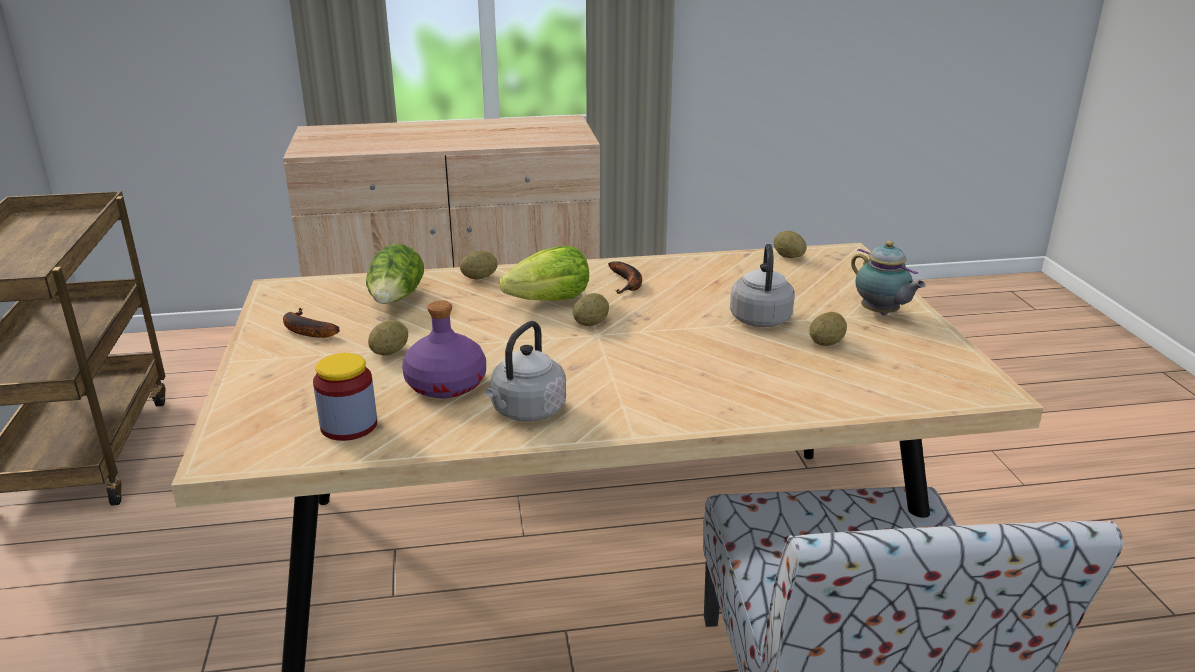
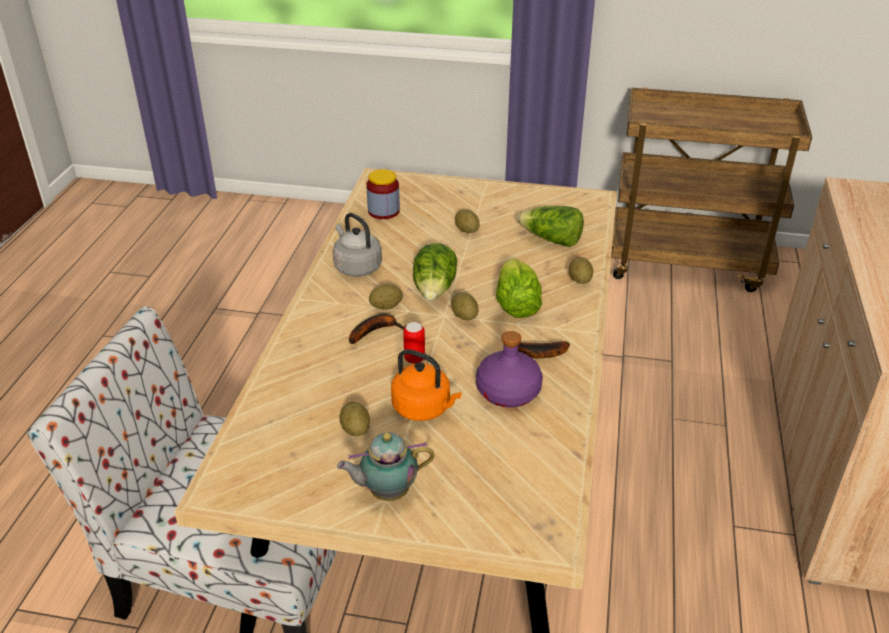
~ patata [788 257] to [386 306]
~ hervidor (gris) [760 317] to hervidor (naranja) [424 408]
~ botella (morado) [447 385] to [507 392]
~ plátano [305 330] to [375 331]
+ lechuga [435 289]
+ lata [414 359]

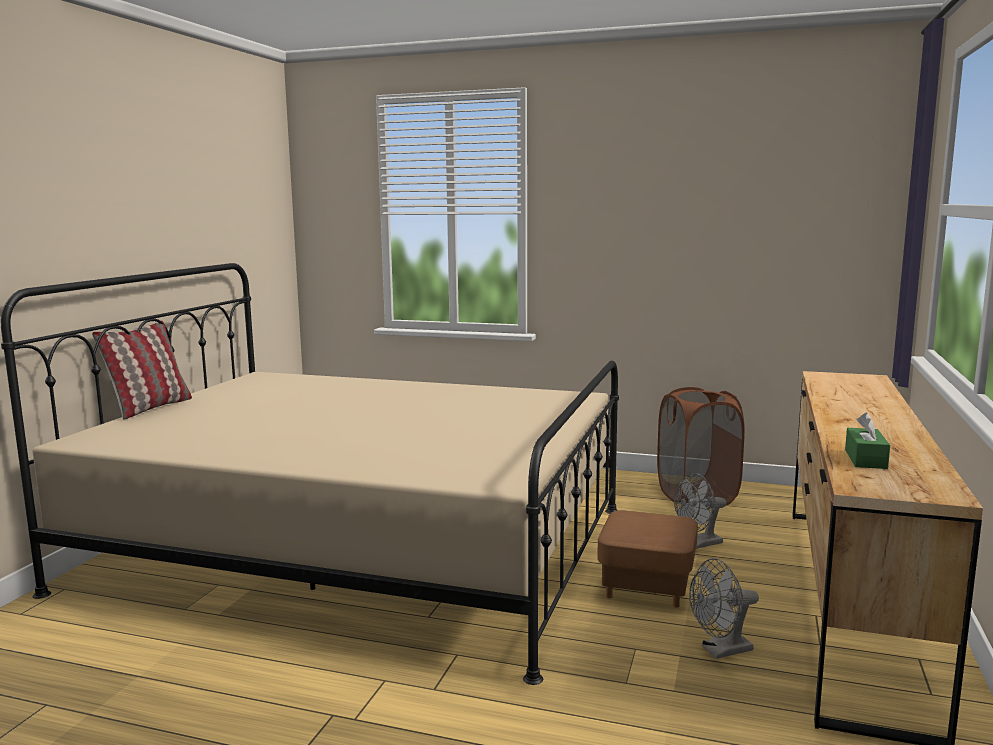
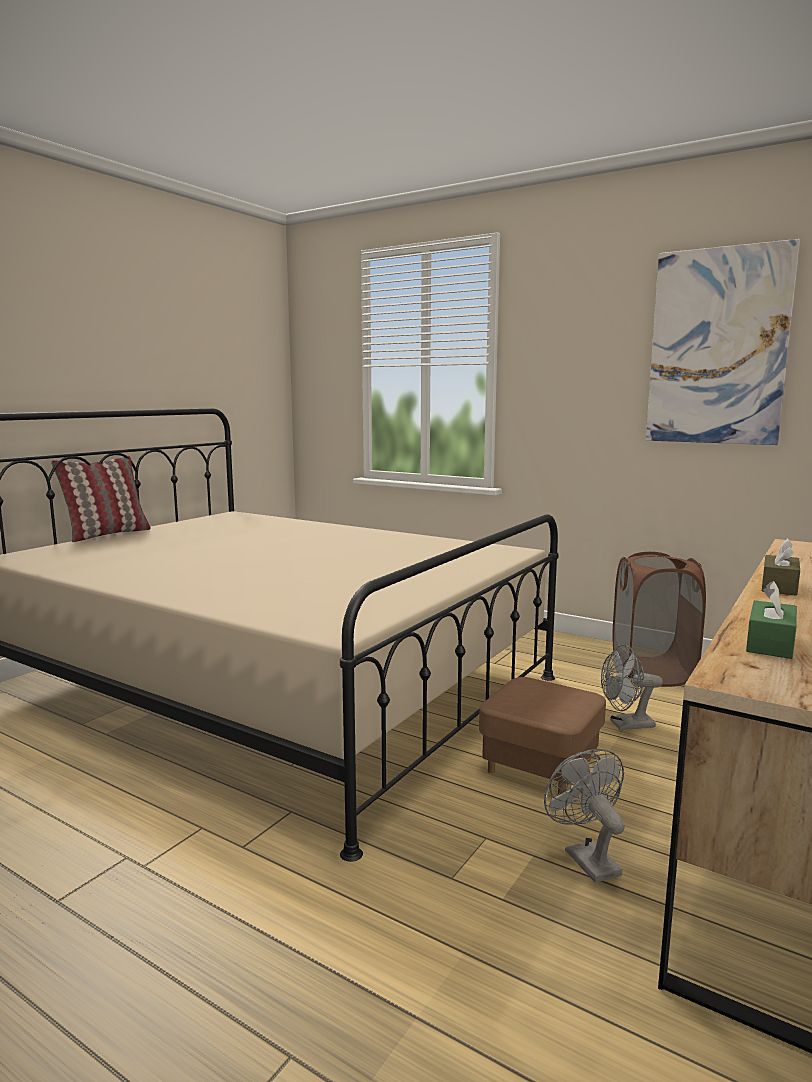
~ ventilador (gris) [720 651] = [586 858] 75 degrees clockwise
+ cuadro [717 347]
+ caja de pañuelos (marrón) [779 586]

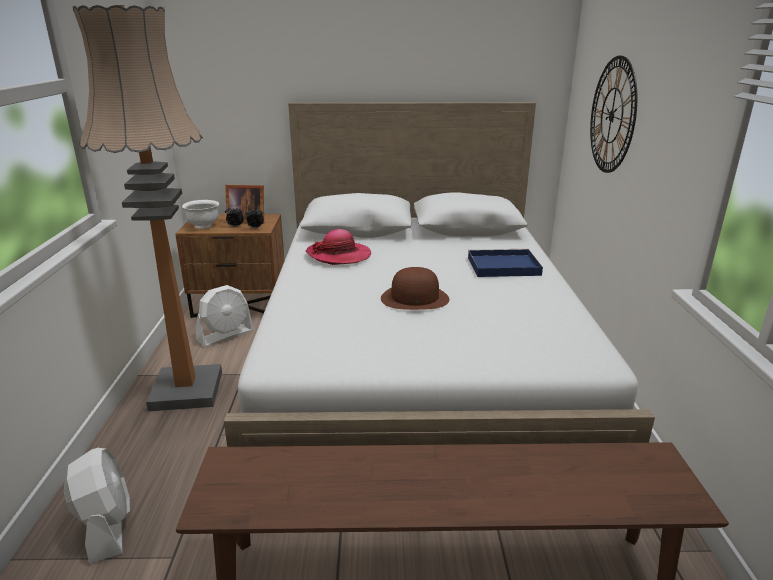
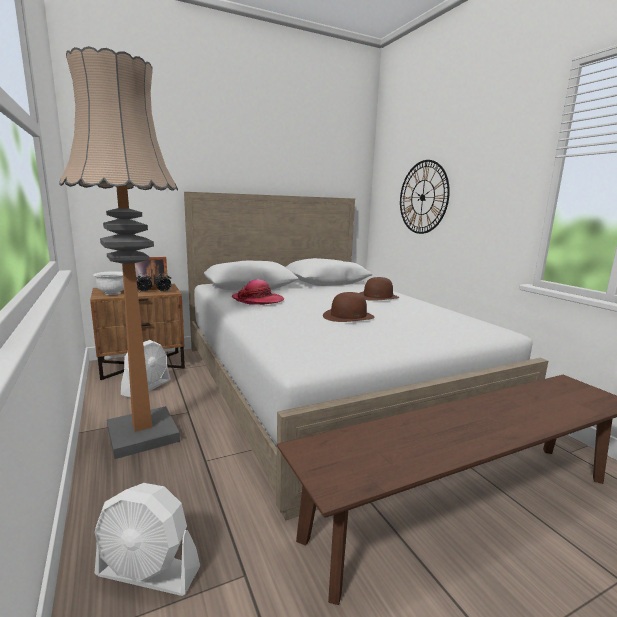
~ bandeja (azul) [502 266] to sombrero (marrón) [378 297]
~ ventilador (blanco) [106 526] = [148 572] 150 degrees clockwise

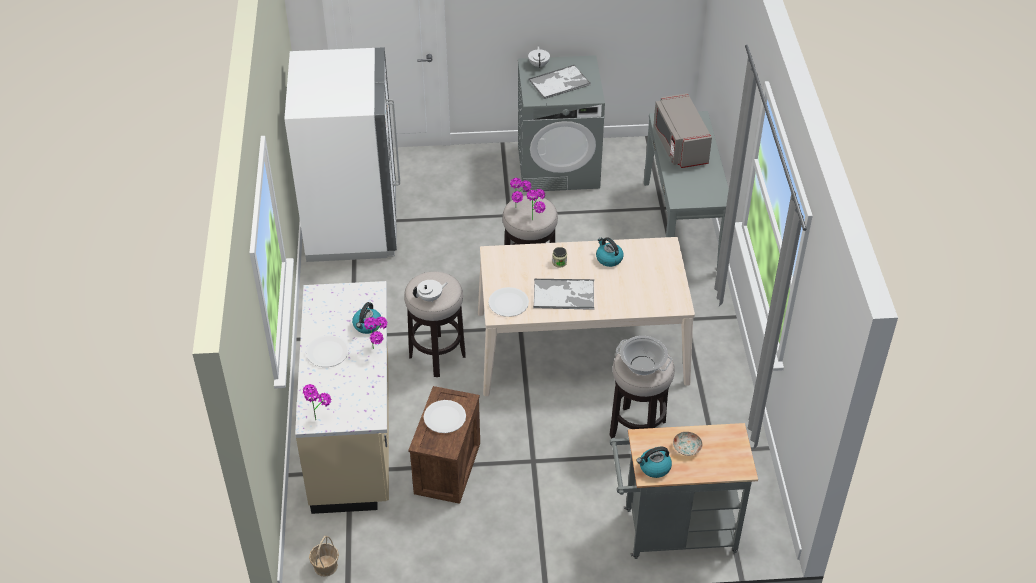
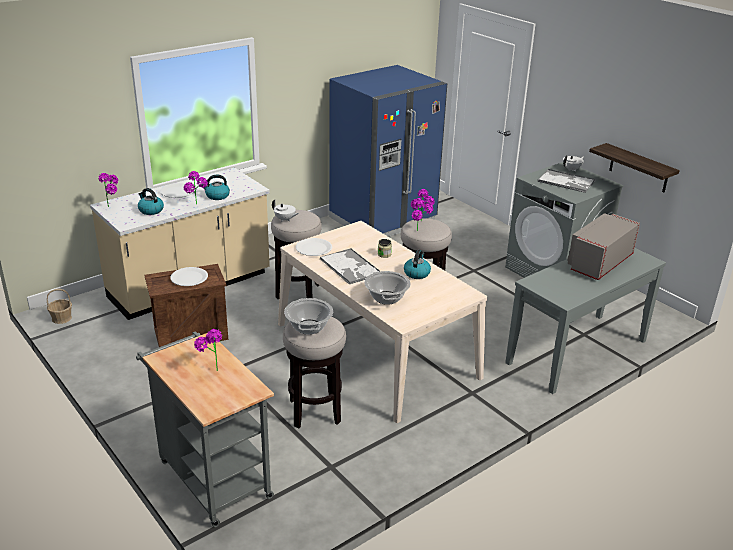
~ nevera (blanco) [352 224] to nevera (azul) [383 219]
~ plato [687 448] to planta en maceta [211 369]
~ hervidor [654 467] to [150 210]
+ estante [639 168]
+ olla [386 298]

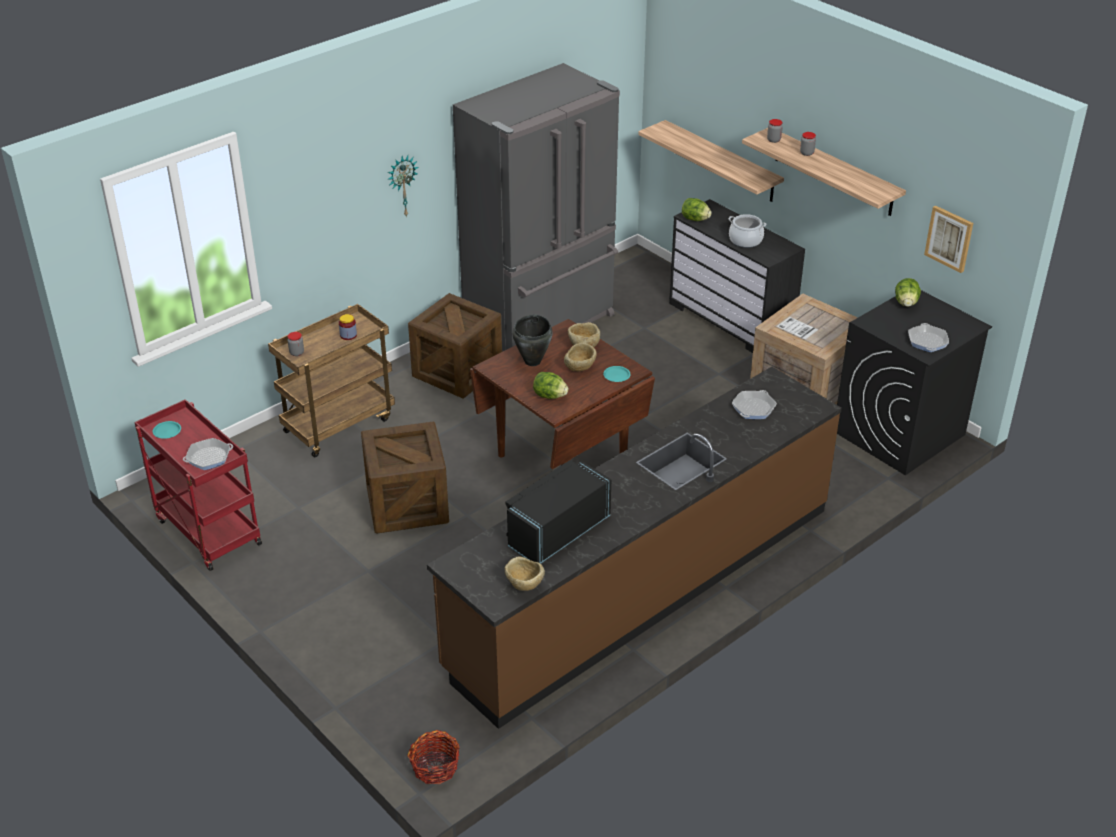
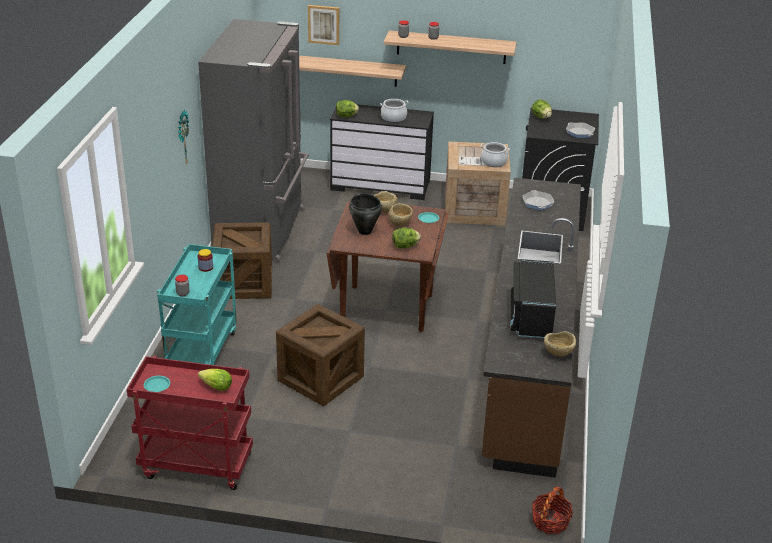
~ cuadro [949 238] to [324 24]
~ carrito (marrón) [339 424] to carrito (turquesa) [201 351]
~ sartén [209 457] to lechuga [216 387]
+ olla [494 162]

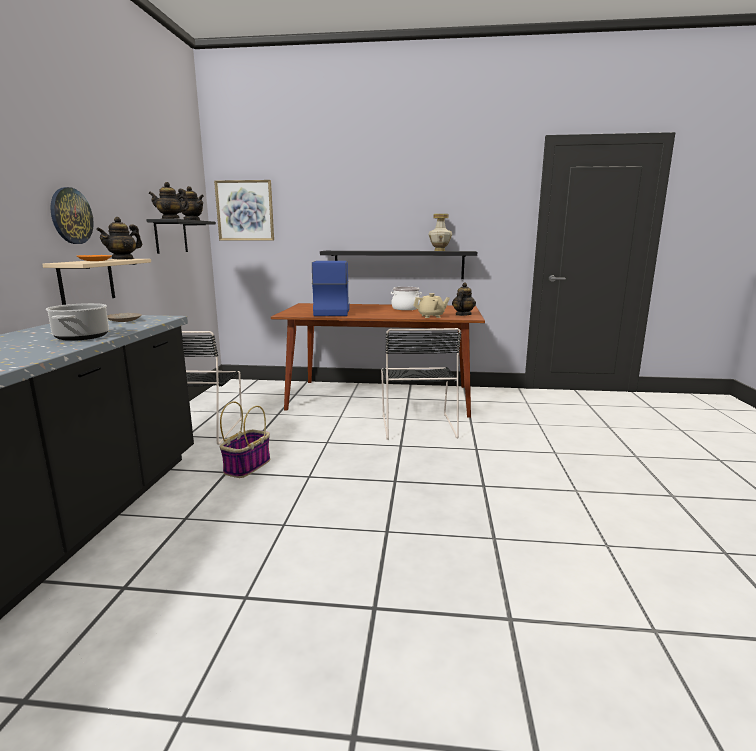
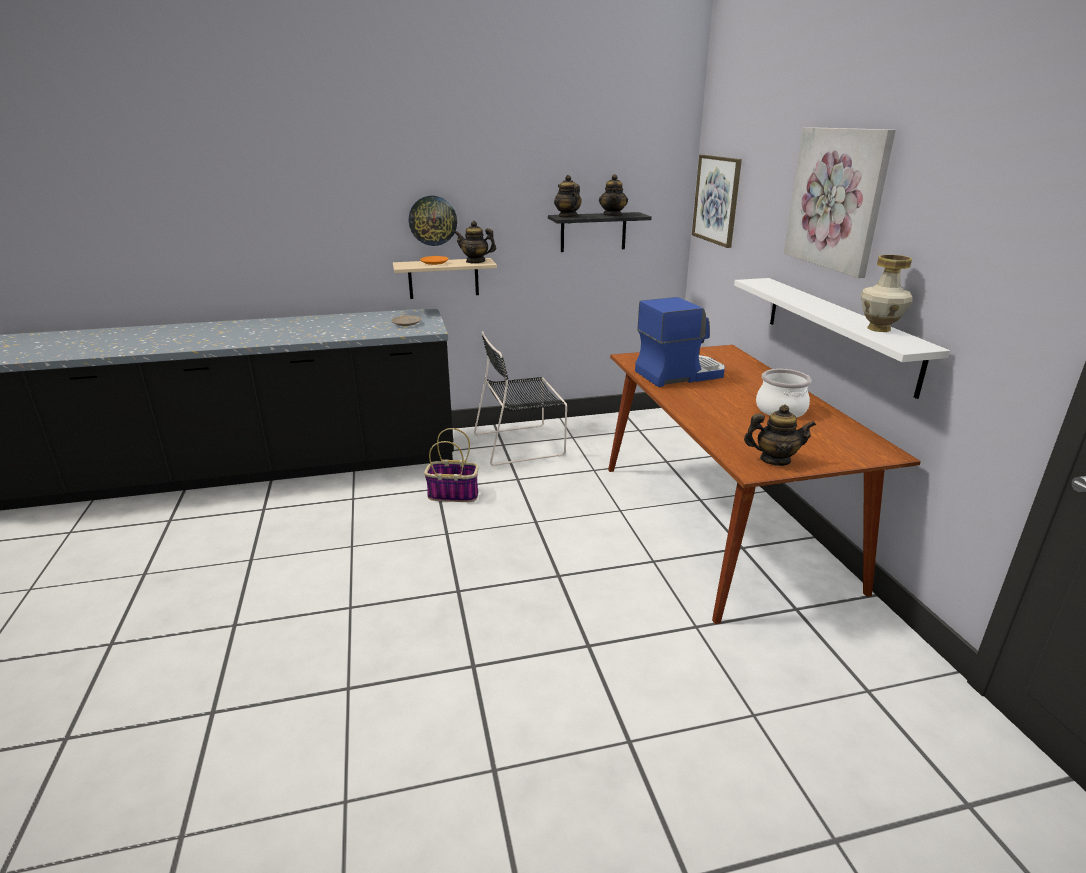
~ estante (negro) [398 264] to estante (blanco) [838 331]
- tetera (beis) [431 316]
- olla [82 337]
- silla (negro) [417 425]
+ cuadro [837 199]

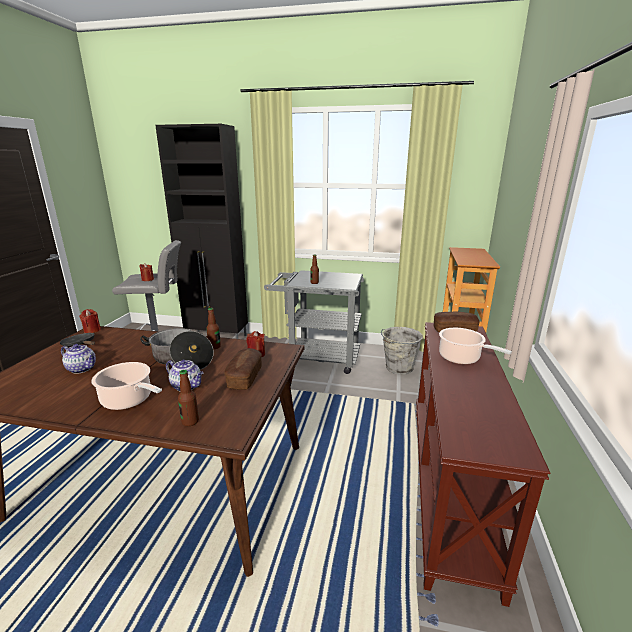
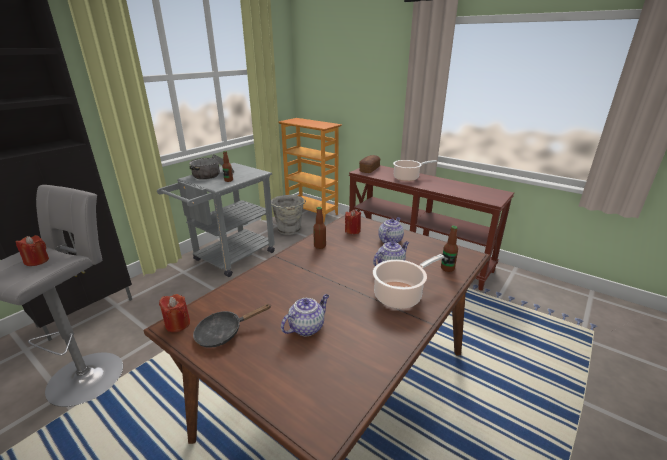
~ olla [181 359] to [213 175]
~ pan [245 377] to tetera [390 240]

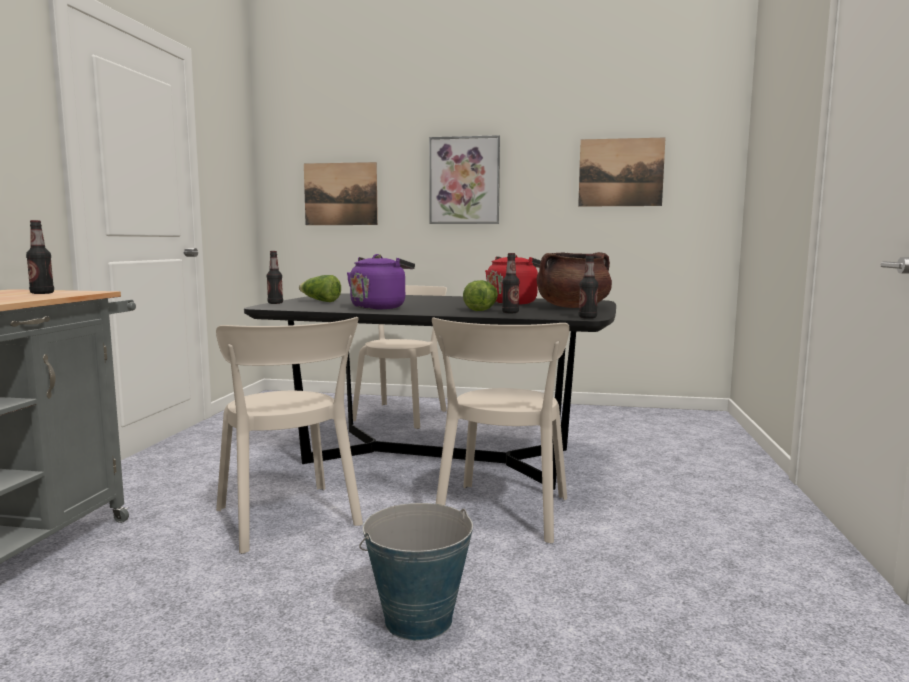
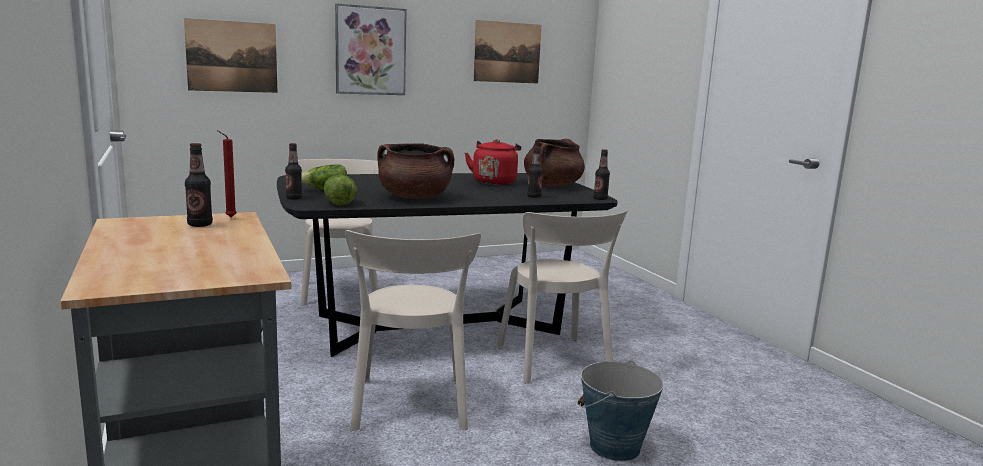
~ hervidor (morado) [380 307] to olla (marrón) [414 197]
~ lechuga [481 309] to [339 202]
~ silla (beis) [289 520] = [410 407] 60 degrees clockwise
+ vela (rojo) [229 217]

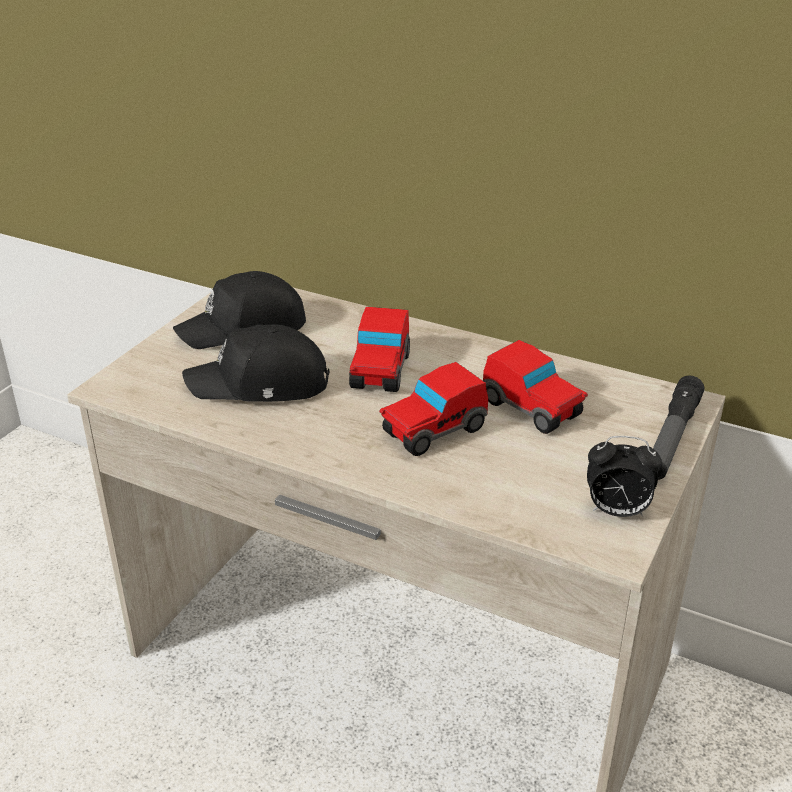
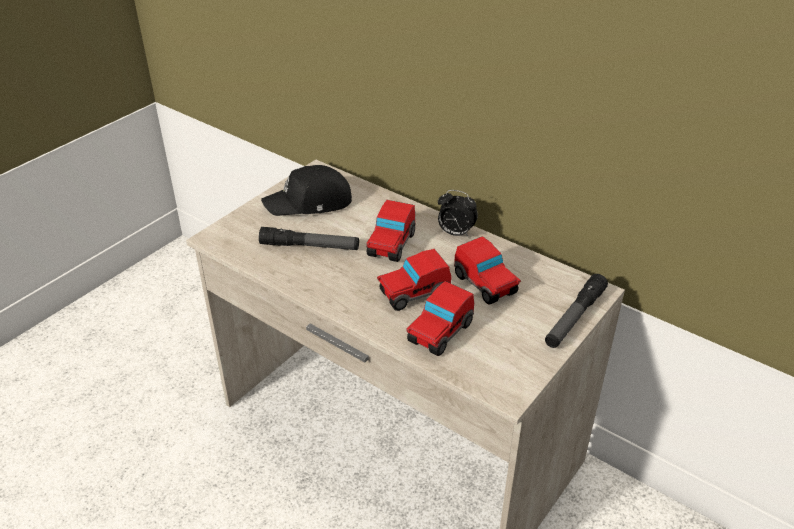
~ gorra (negro) [260 384] to linterna [310 246]
~ despertador [616 511] to [455 233]
+ coche de juguete [440 333]

